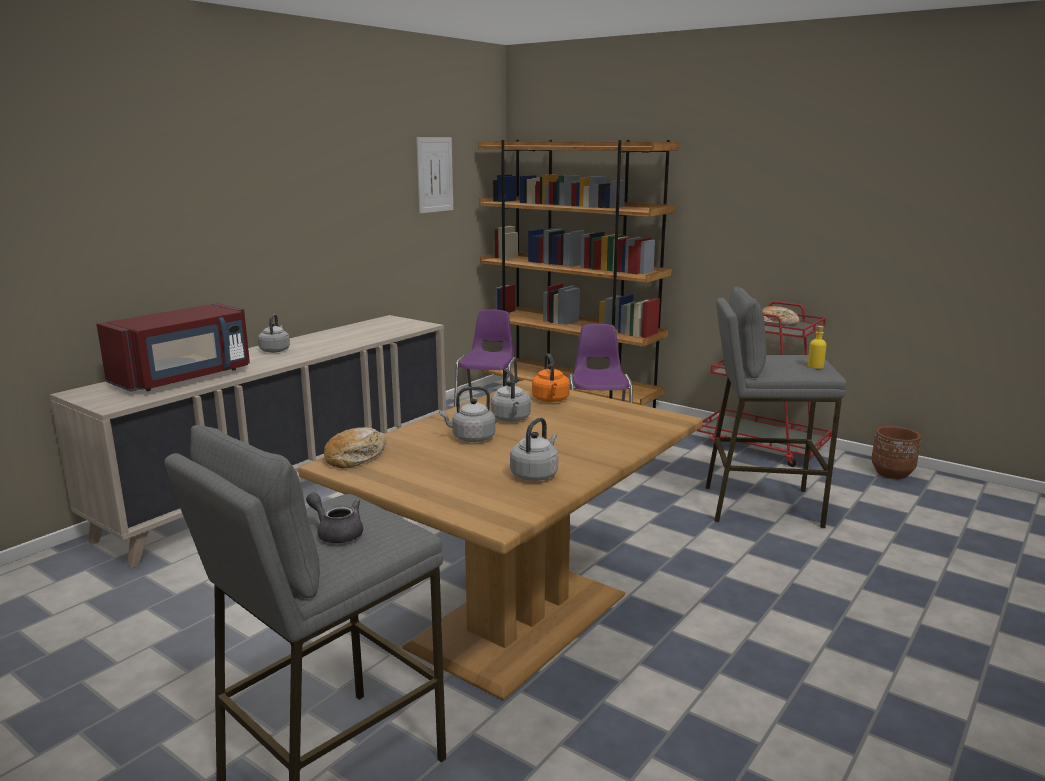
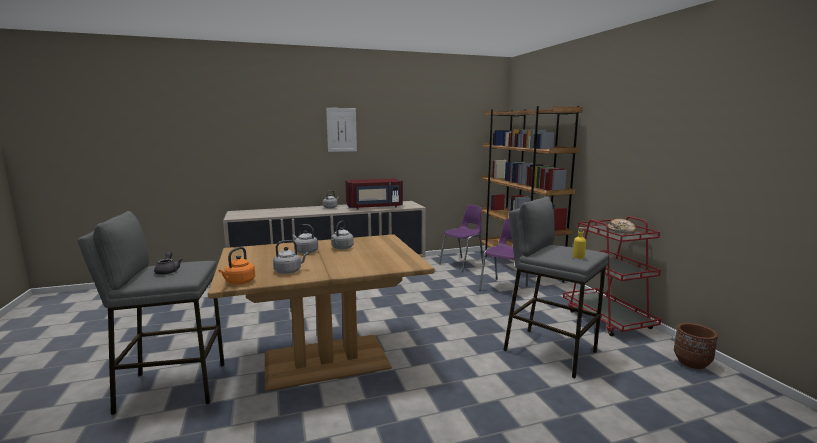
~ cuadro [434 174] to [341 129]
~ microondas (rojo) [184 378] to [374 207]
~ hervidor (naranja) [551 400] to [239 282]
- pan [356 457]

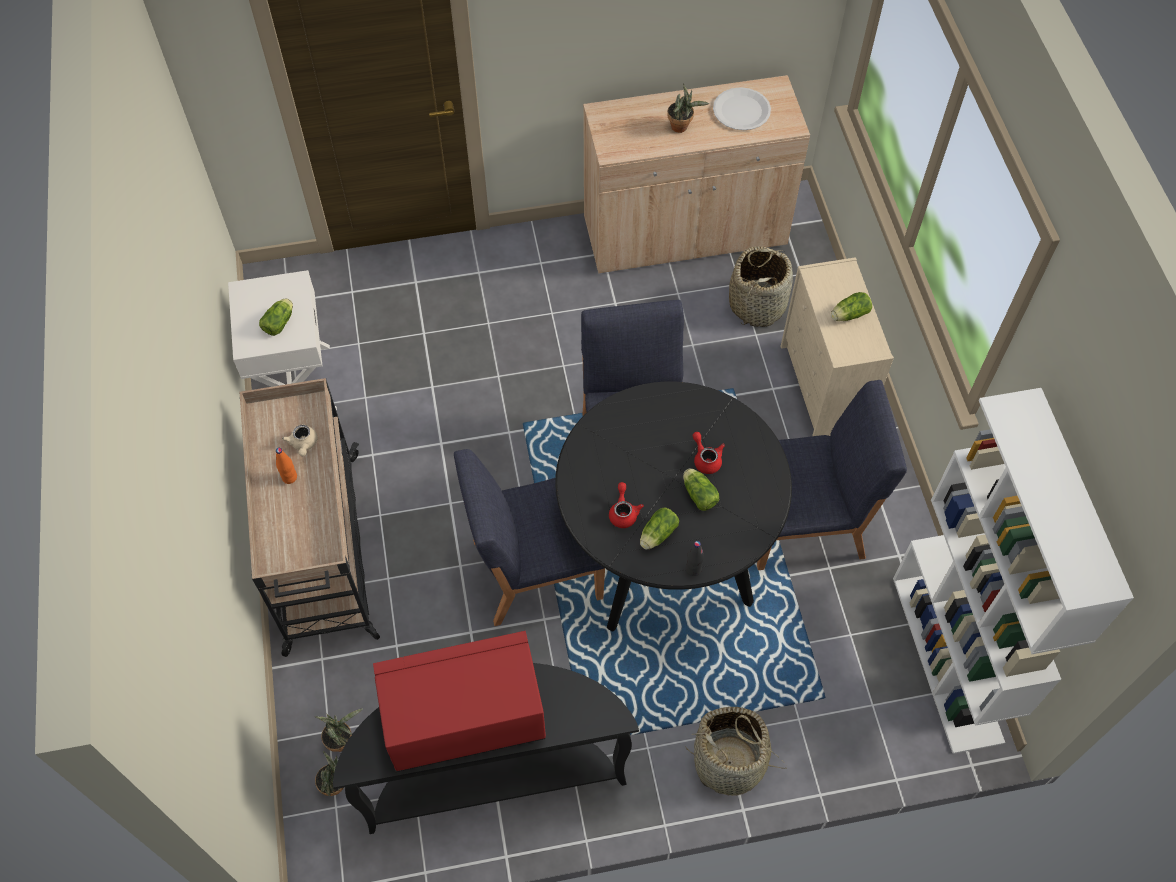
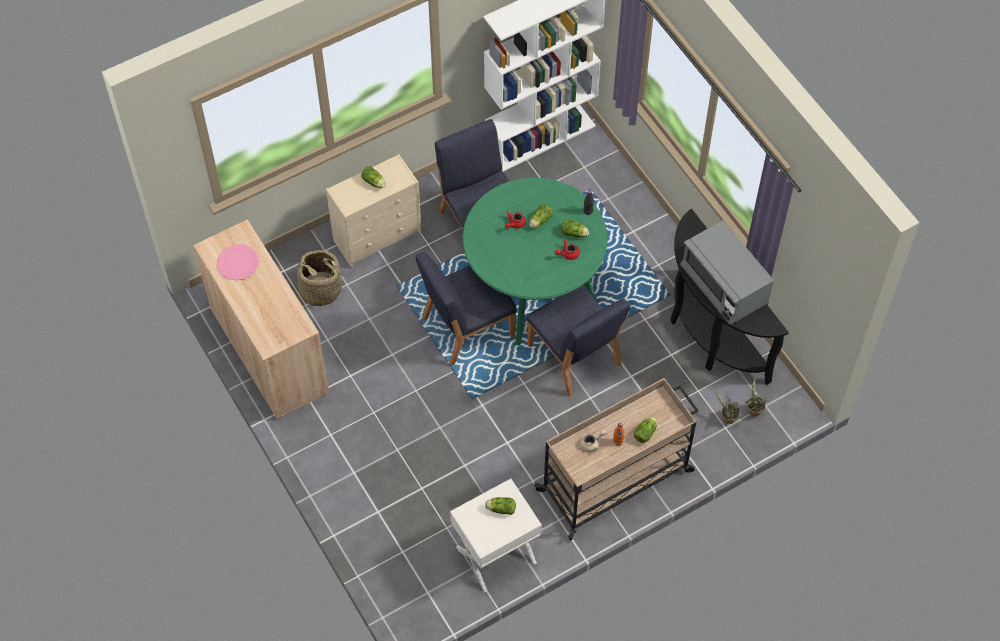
- planta en maceta [682 127]
~ plato (blanco) [741 110] to plato (rosa) [238 263]
~ mesa de comedor (negro) [665 552] to mesa de comedor (verde) [533 290]
~ microondas (rojo) [464 718] to microondas (gris) [724 286]
- cesta [730 762]
+ lechuga [646 432]

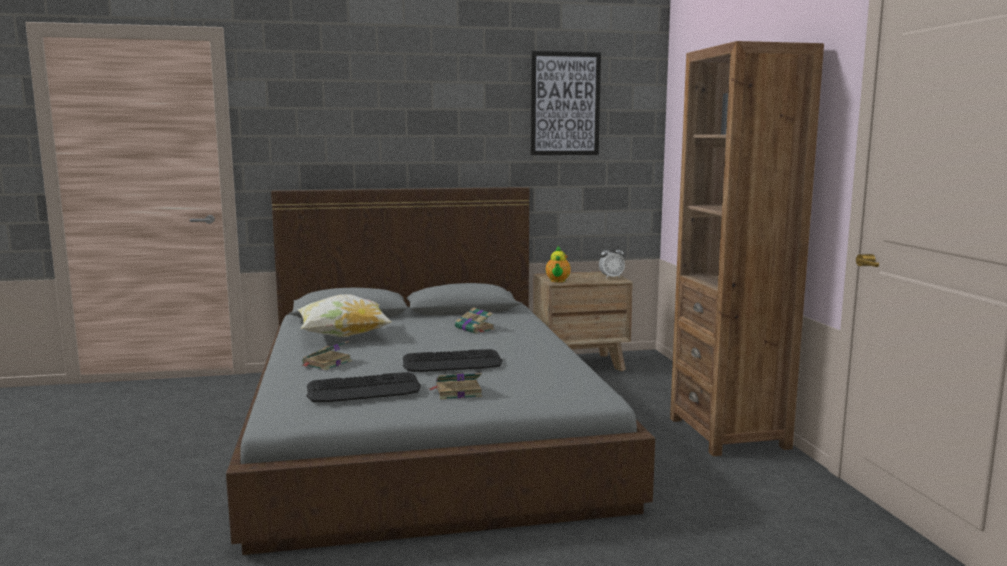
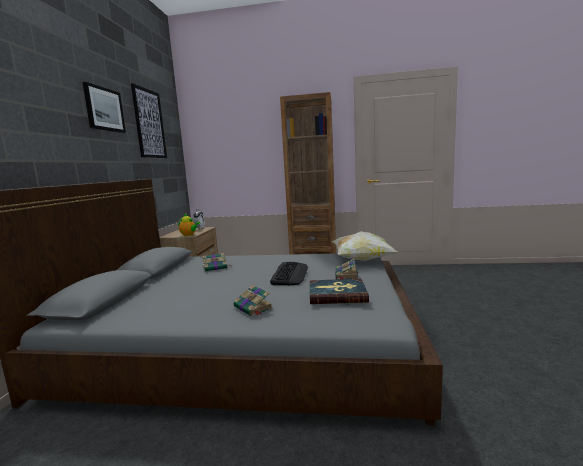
~ cojín [343 336] to [362 260]
~ teclado [364 390] to libro [337 294]
+ cuadro [104 109]

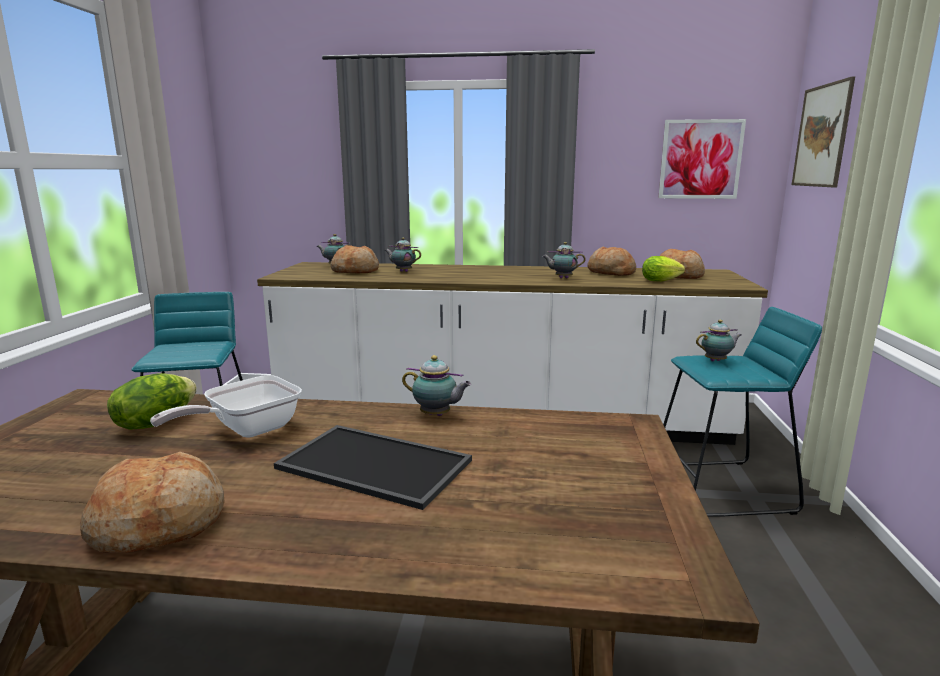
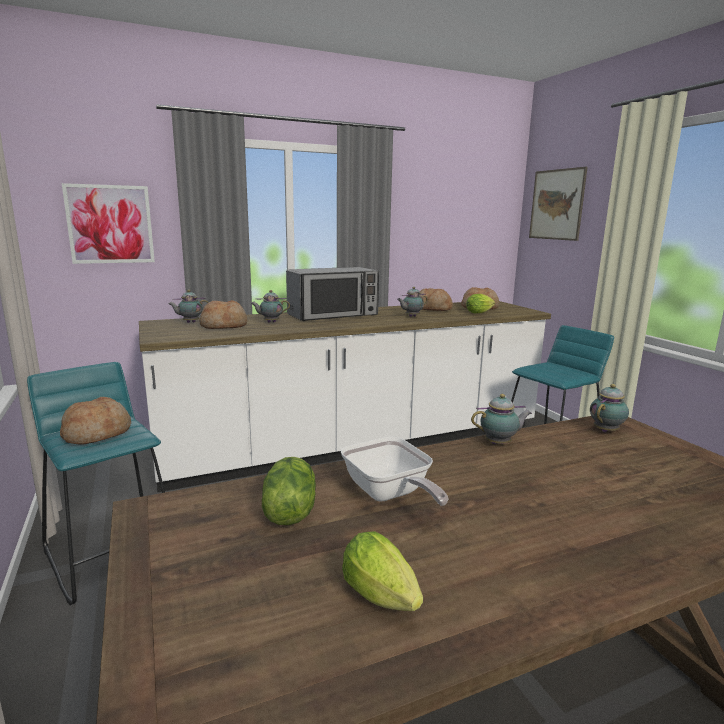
~ cuadro [700 159] to [110 224]
~ tetera [717 361] to [607 430]
~ sartén [246 430] = [389 494] 45 degrees counterclockwise
- bandeja [371 465]
~ pan [160 523] to [97 433]
+ microondas [333 315]
+ lechuga [384 599]

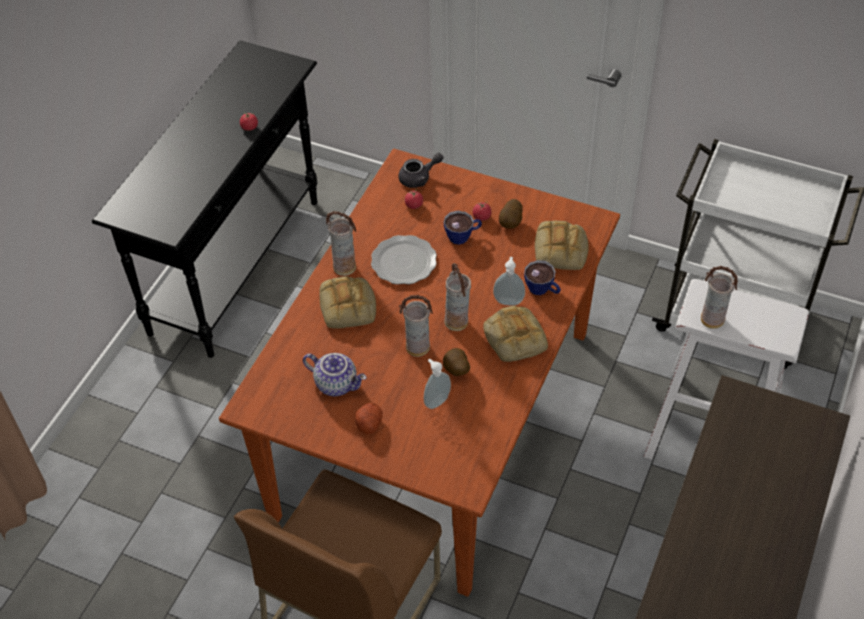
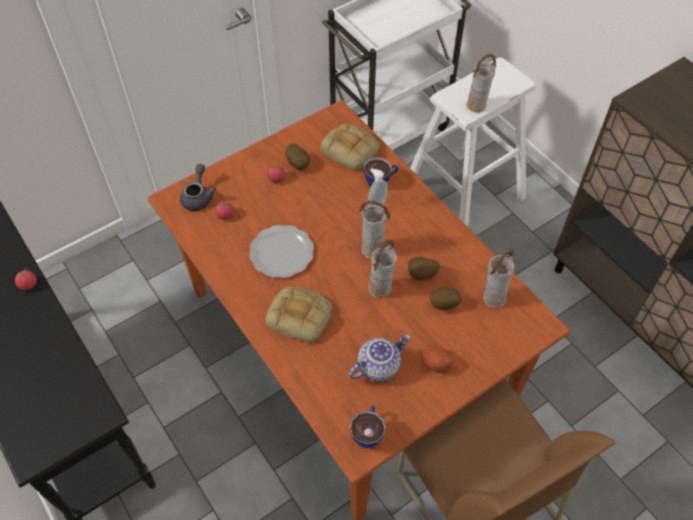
~ florero [345 266] to [493 297]
~ taza [463 236] to [368 432]
- pan [513 338]
~ dispensador de jabón [436 401] to patata [443 304]

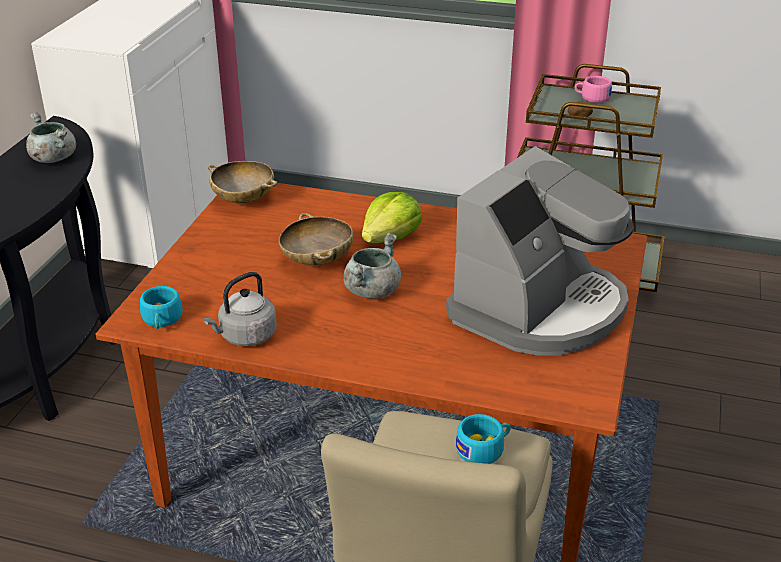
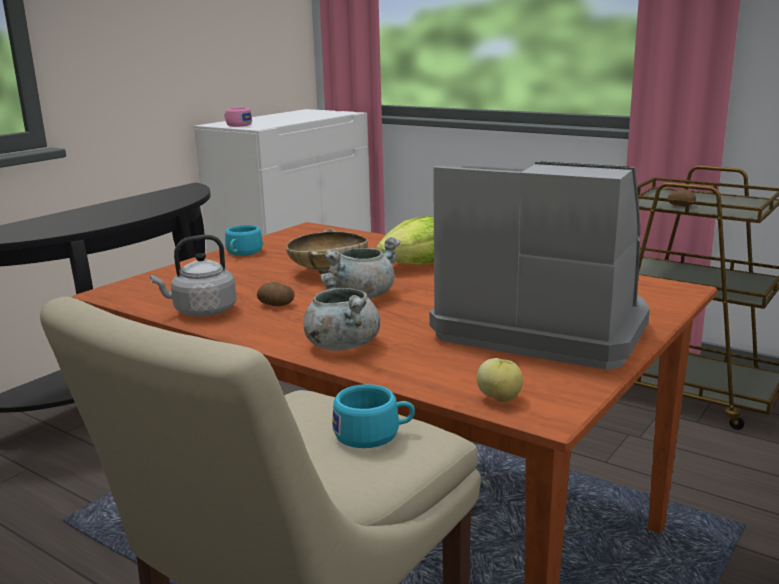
~ taza (rosa) [592 98] to [237 125]
~ olla (gris) [52 158] to [341 344]
~ cafetera [540 309] = [542 326] 120 degrees counterclockwise
- cuenco (beis) [243 199]
~ taza (turquesa) [161 320] to [242 253]
+ patata [276 305]
+ manzana [499 398]

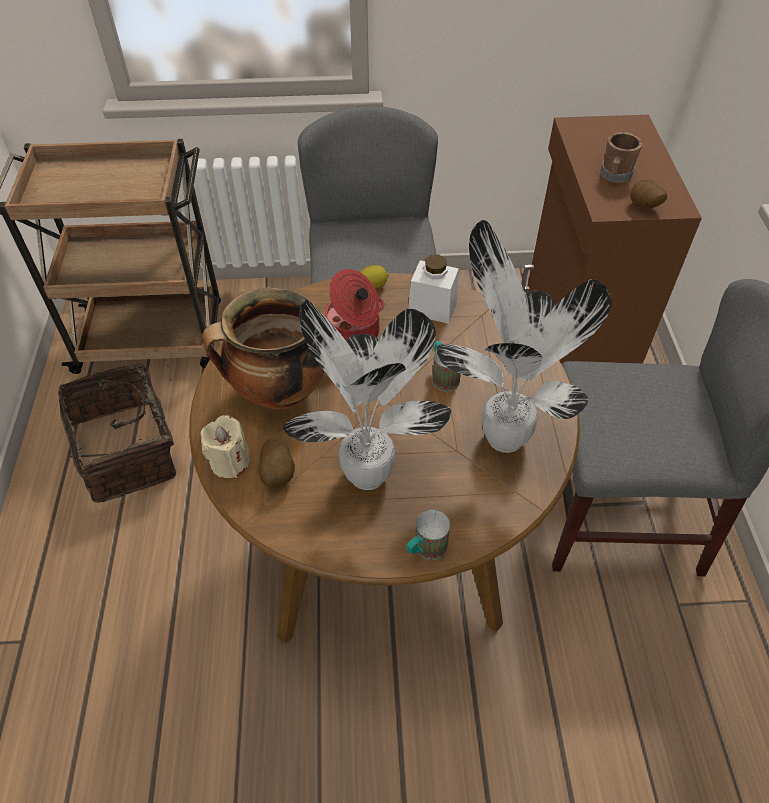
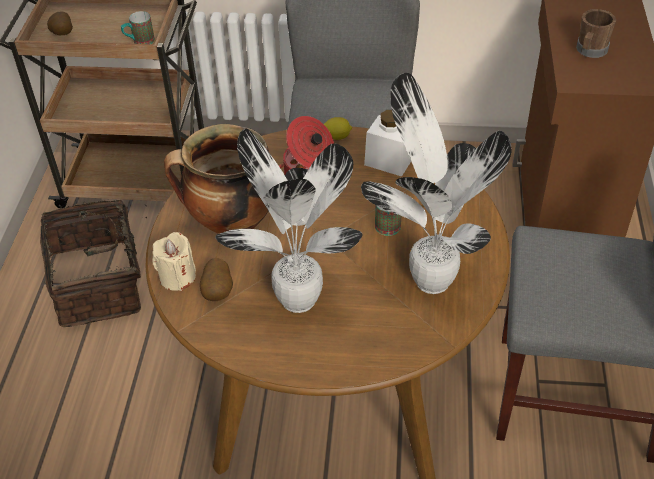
~ patata [643 207] to [62 35]
~ taza grande [425 550] to [139 42]

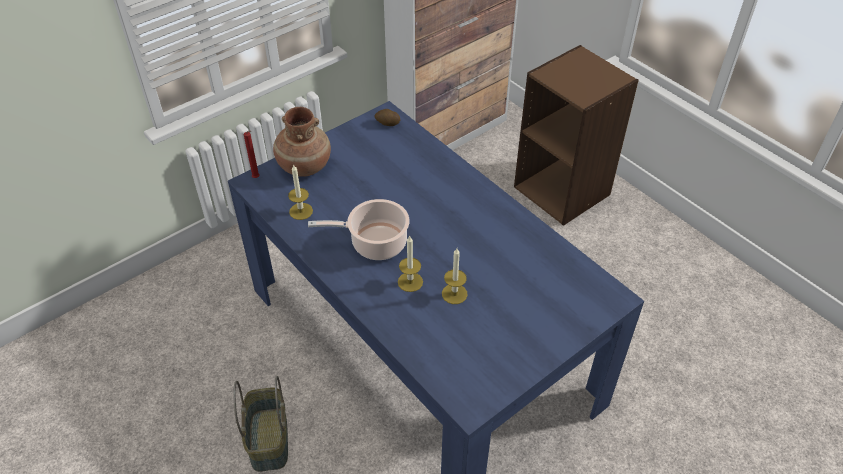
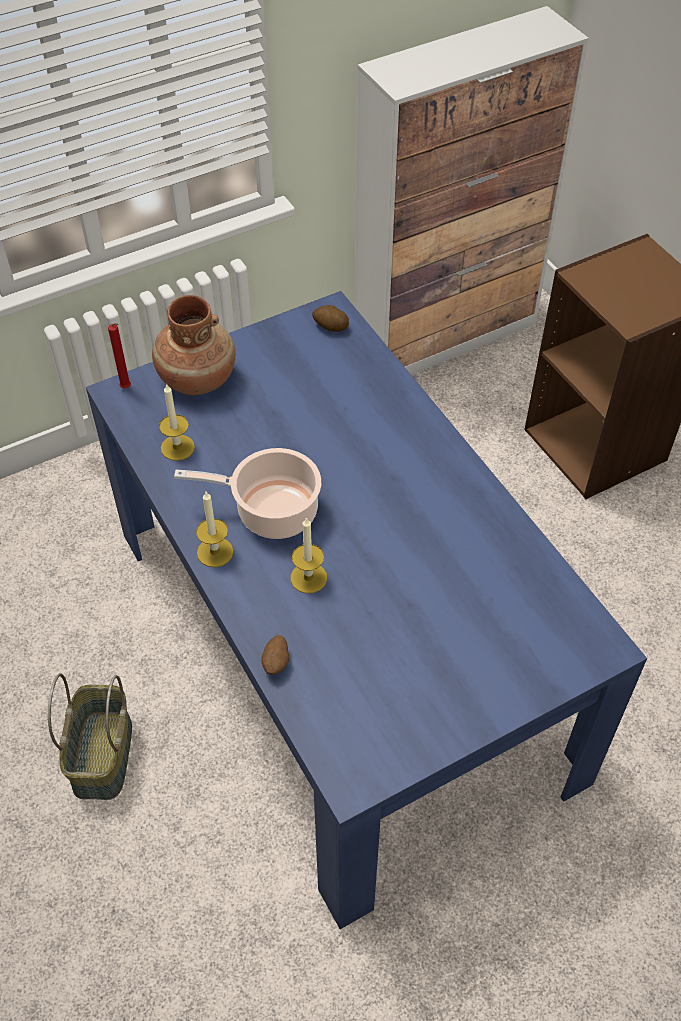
~ vela [454 294] to [215 552]
+ patata [276 662]

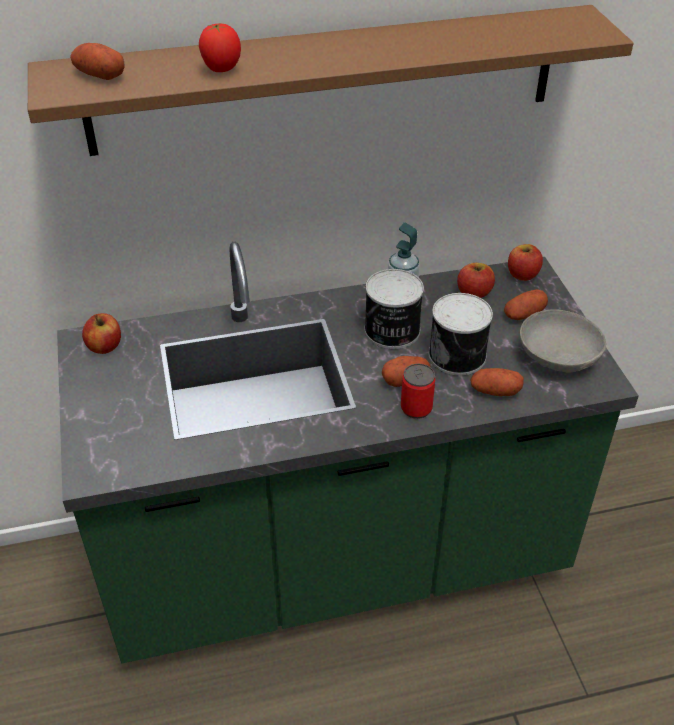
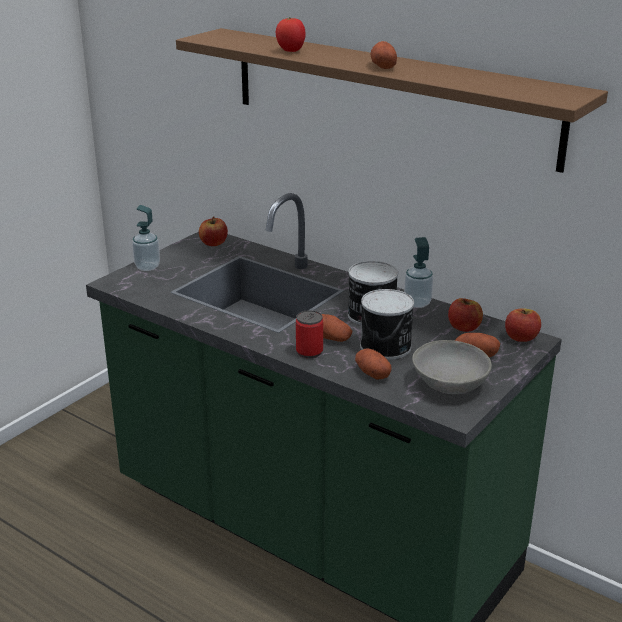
~ patata [99 75] to [382 66]
+ dispensador de jabón [147 267]

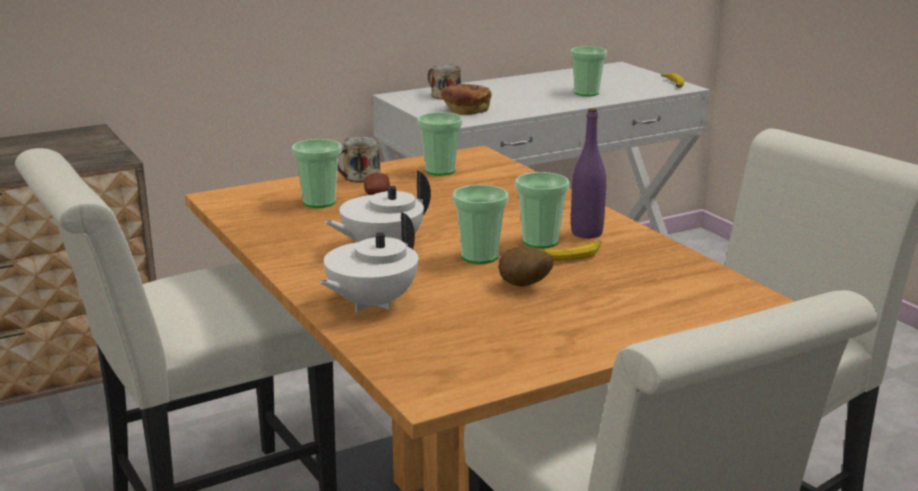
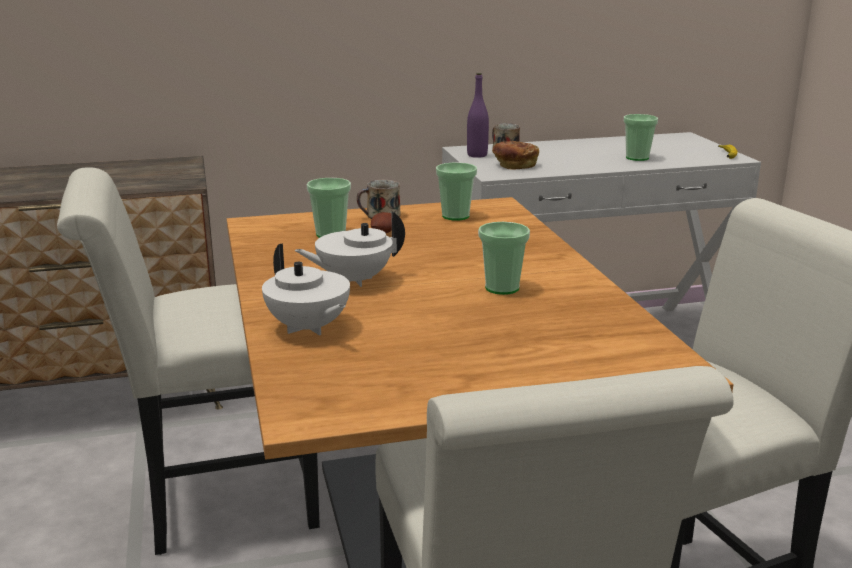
~ botella (morado) [586 233] to [477 155]
- taza [479 256]
~ tetera (blanco) [370 304] = [308 328] 90 degrees counterclockwise
- plátano [571 256]
- patata [523 287]

